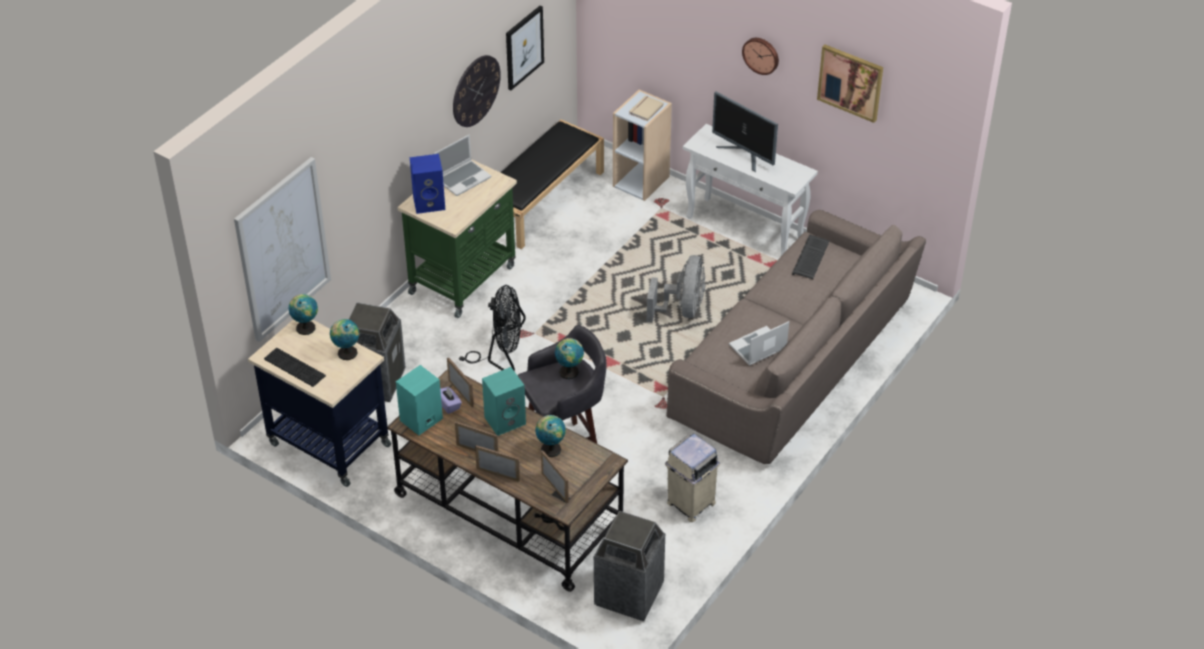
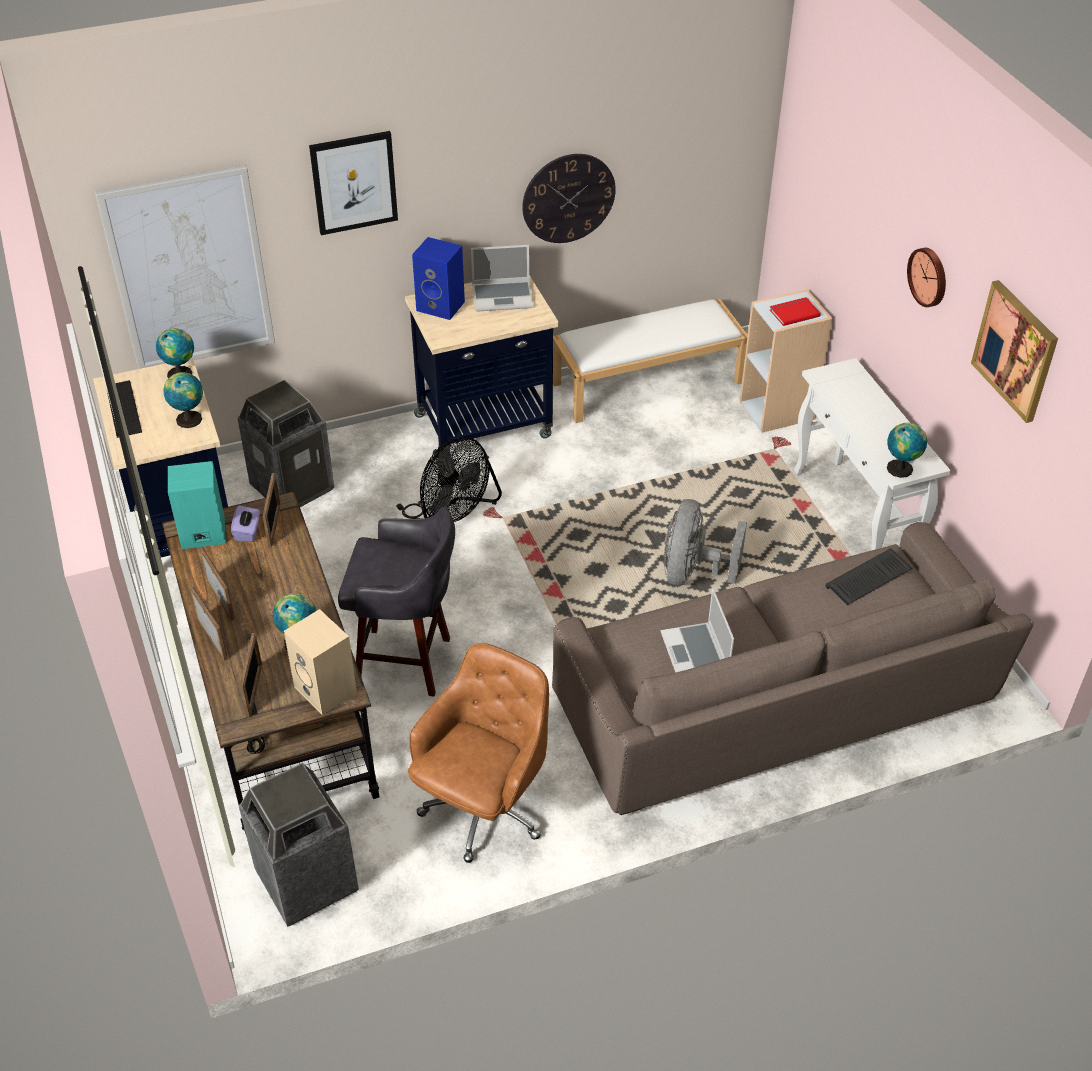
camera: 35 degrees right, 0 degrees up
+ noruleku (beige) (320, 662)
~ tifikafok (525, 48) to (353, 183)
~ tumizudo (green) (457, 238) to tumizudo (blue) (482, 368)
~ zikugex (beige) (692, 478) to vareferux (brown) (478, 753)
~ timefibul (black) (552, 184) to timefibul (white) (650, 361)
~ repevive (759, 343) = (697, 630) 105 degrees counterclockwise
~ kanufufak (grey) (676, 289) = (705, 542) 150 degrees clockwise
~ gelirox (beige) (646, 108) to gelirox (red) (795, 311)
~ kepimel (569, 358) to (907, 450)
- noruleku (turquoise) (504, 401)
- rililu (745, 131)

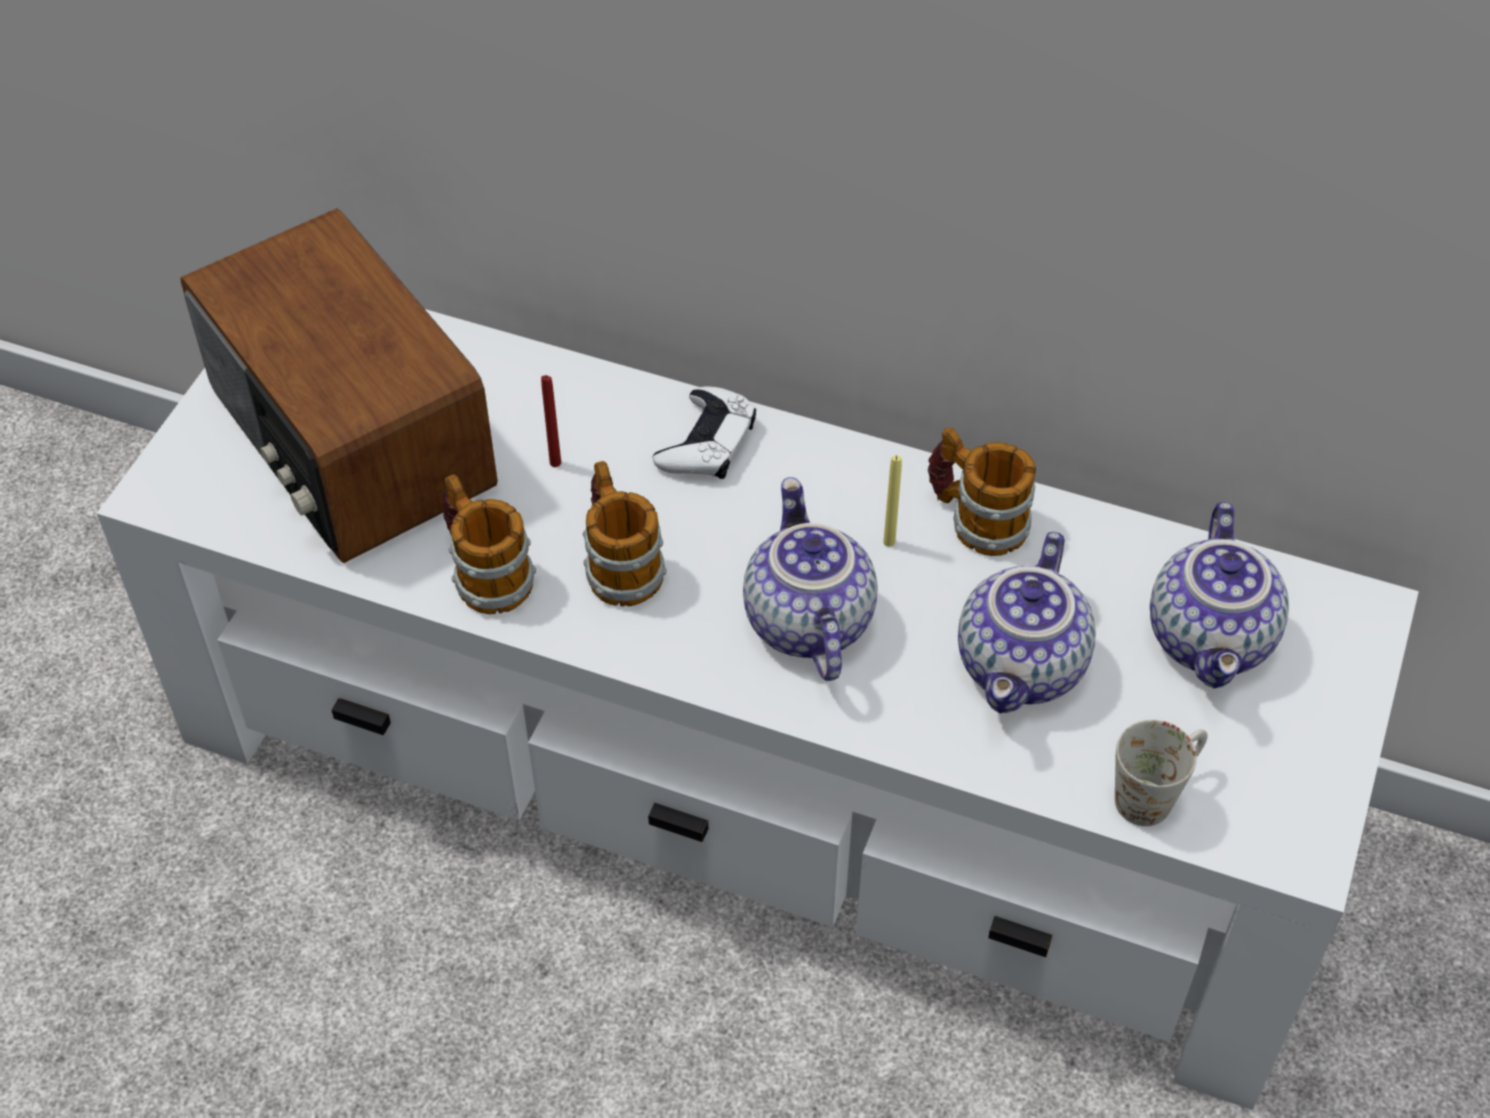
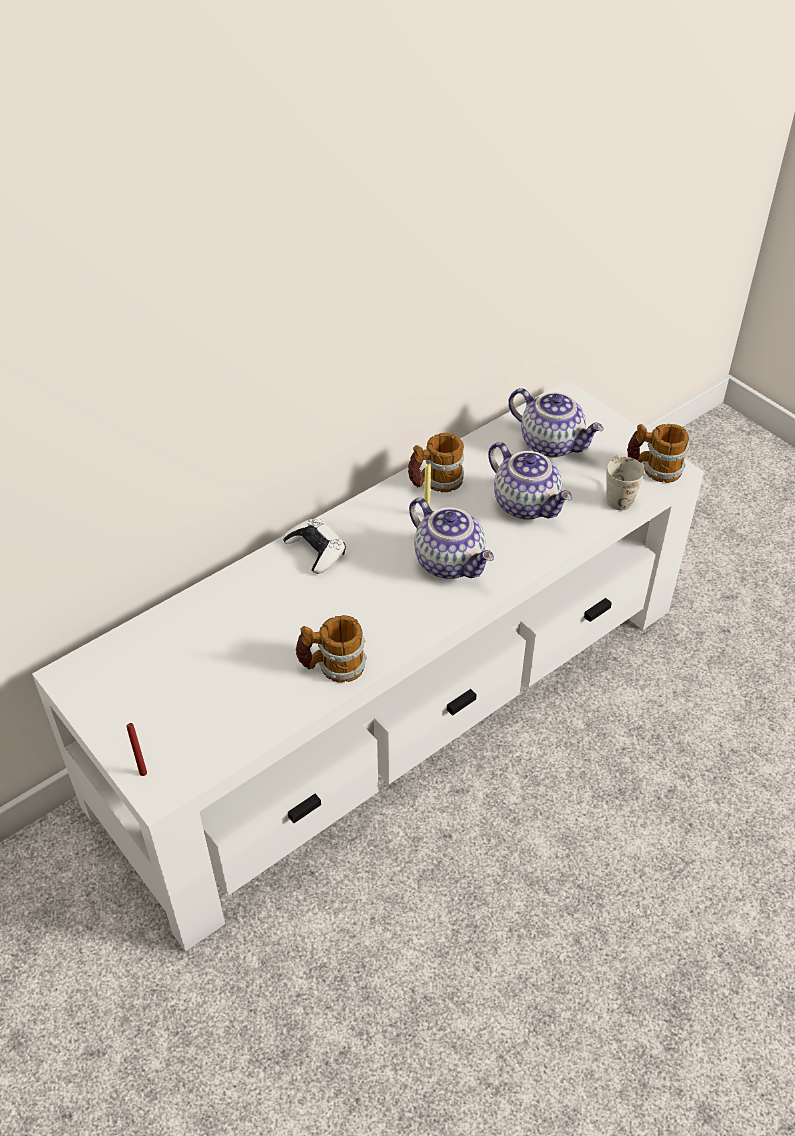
camera: 60 degrees left, 5 degrees down
~ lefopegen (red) (551, 421) to (137, 749)
~ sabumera (810, 579) = (451, 538) 150 degrees counterclockwise
~ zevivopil (625, 533) to (658, 453)
- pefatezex (339, 385)

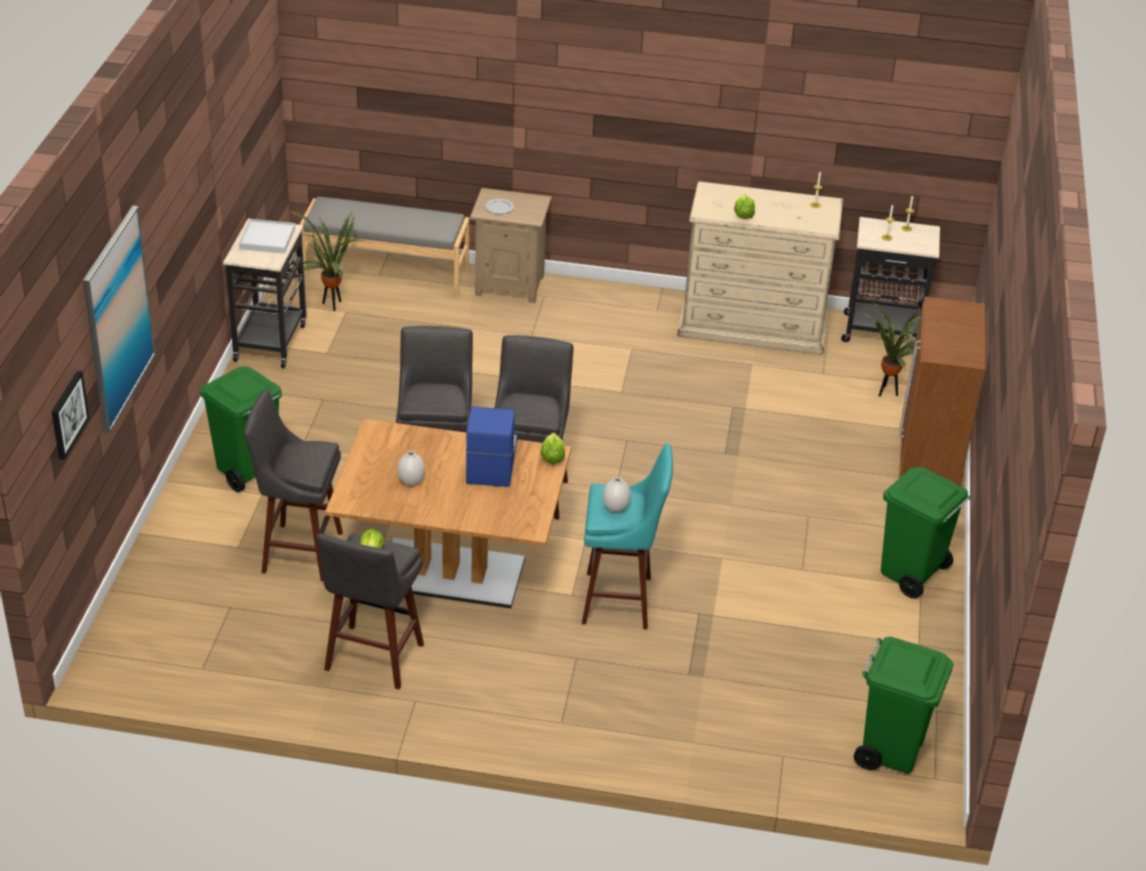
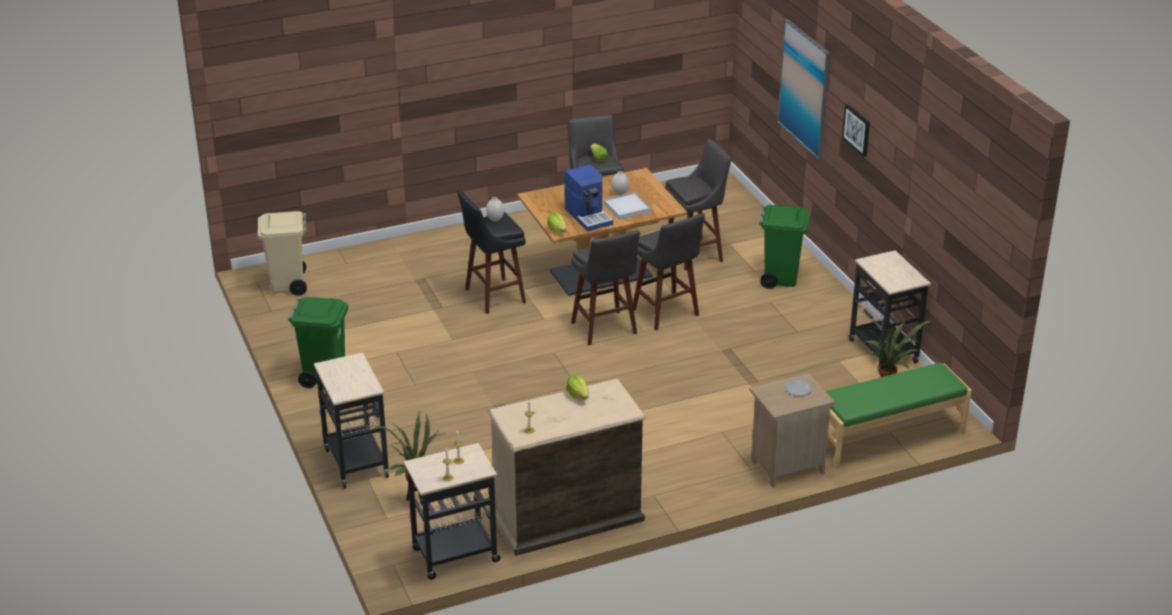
camera: 150 degrees right, 5 degrees down
~ zikugex (green) (904, 705) to zikugex (beige) (282, 253)
~ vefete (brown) (942, 391) to tumizudo (351, 420)
~ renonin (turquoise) (627, 536) to renonin (black) (491, 251)
~ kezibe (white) (267, 236) to (627, 206)
~ timefibul (grey) (384, 246) to timefibul (green) (899, 415)
~ tifikafok (70, 415) to (856, 130)

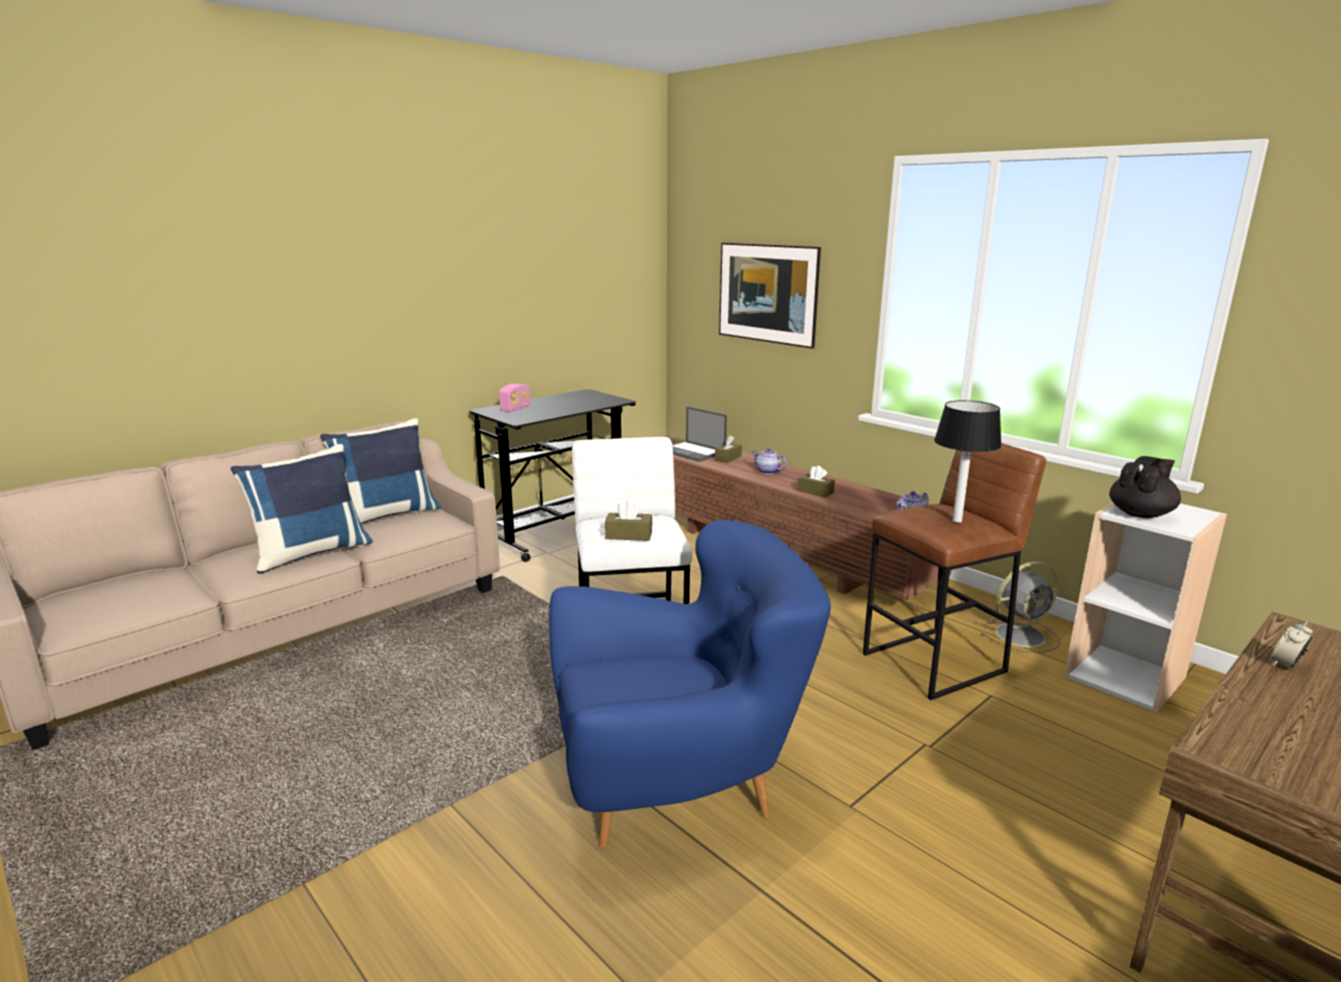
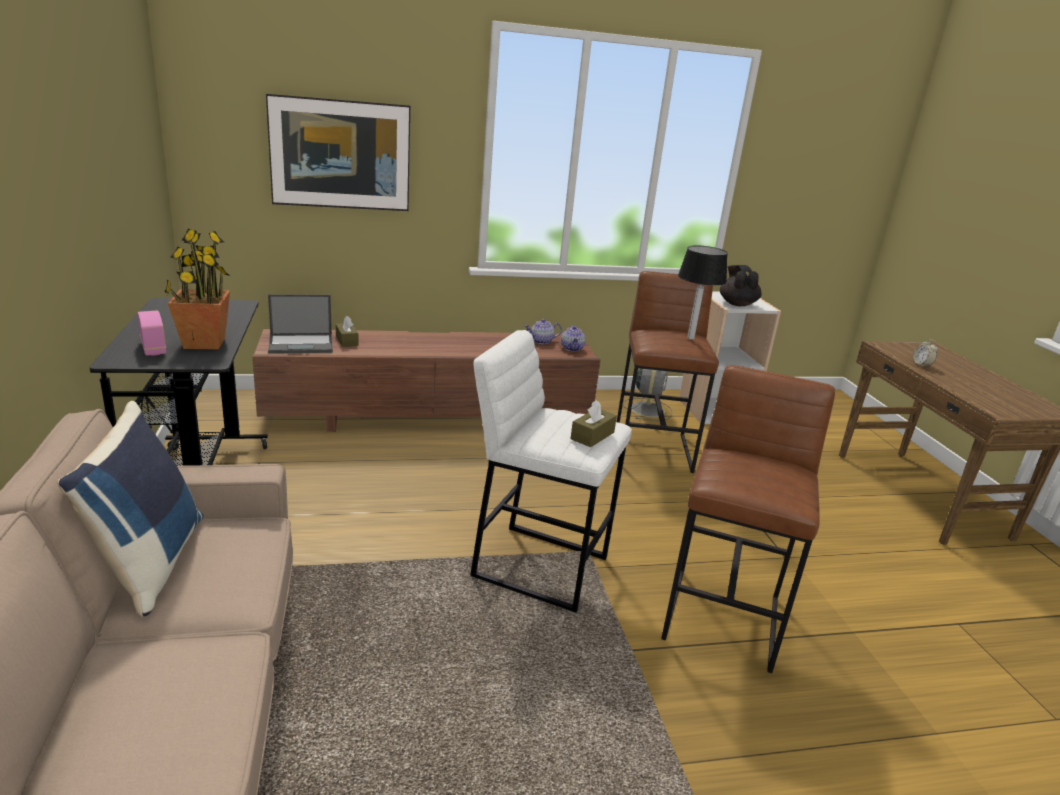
camera: 60 degrees left, 5 degrees up
+ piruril (197, 289)
~ sabumera (769, 461) to (543, 331)
~ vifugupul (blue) (690, 684) to renonin (brown) (748, 519)
- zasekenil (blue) (301, 509)
- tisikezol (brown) (816, 481)

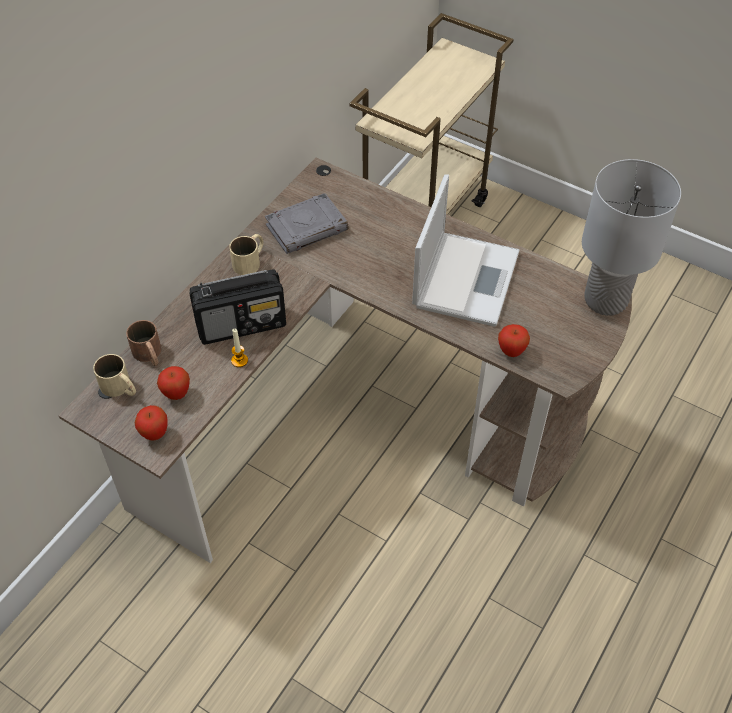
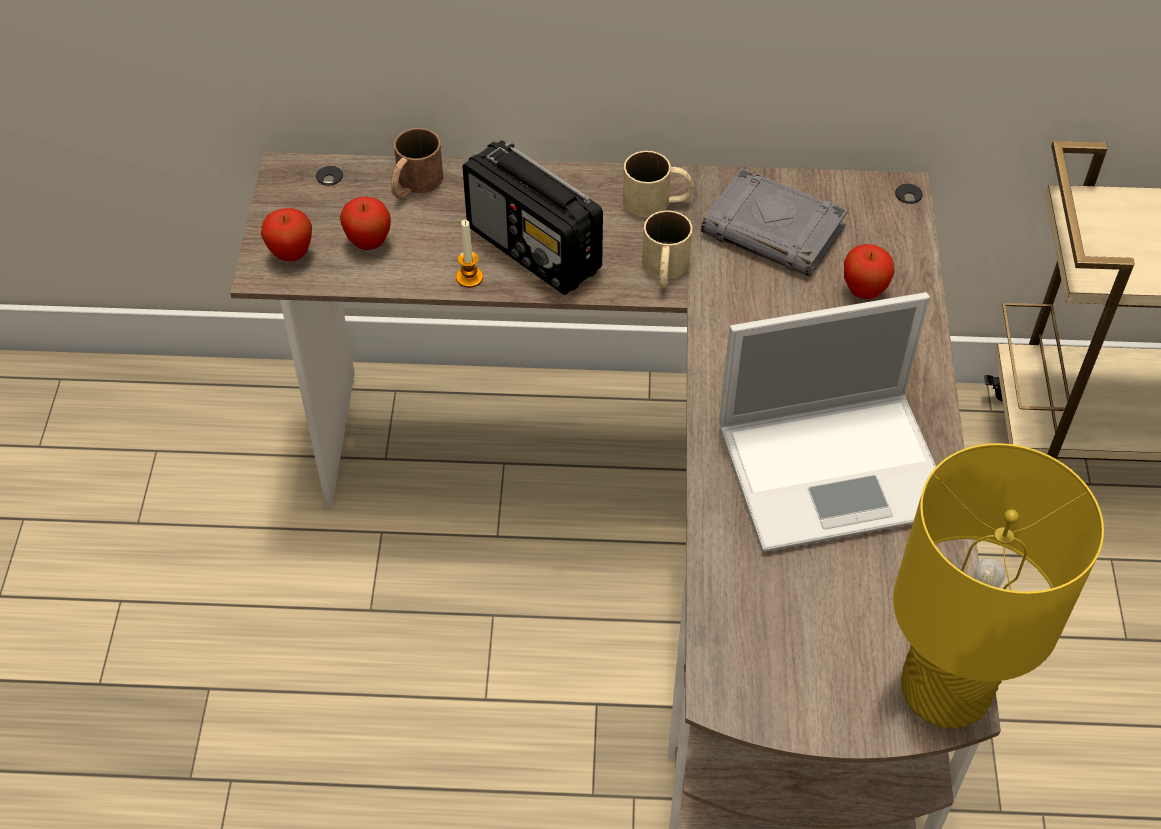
camera: 60 degrees right, 0 degrees up
~ zevivopil (beige) (114, 375) to (667, 249)
~ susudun (514, 340) to (869, 271)
~ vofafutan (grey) (631, 237) to vofafutan (yellow) (998, 586)

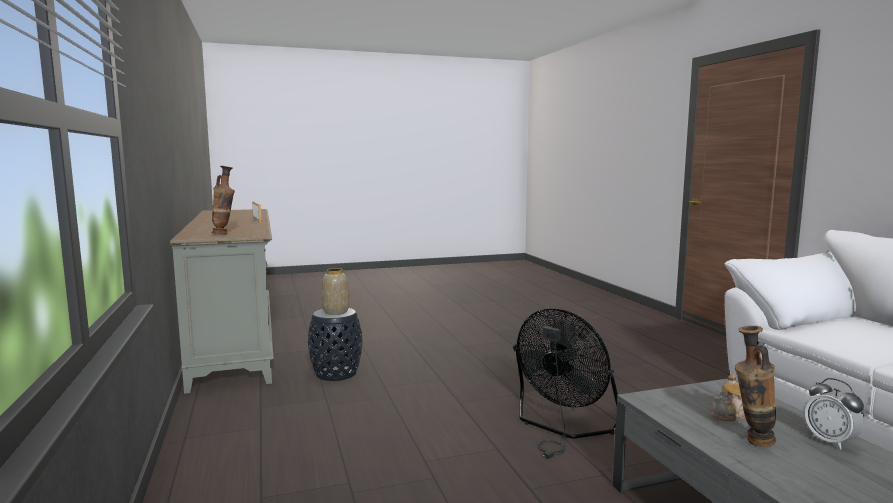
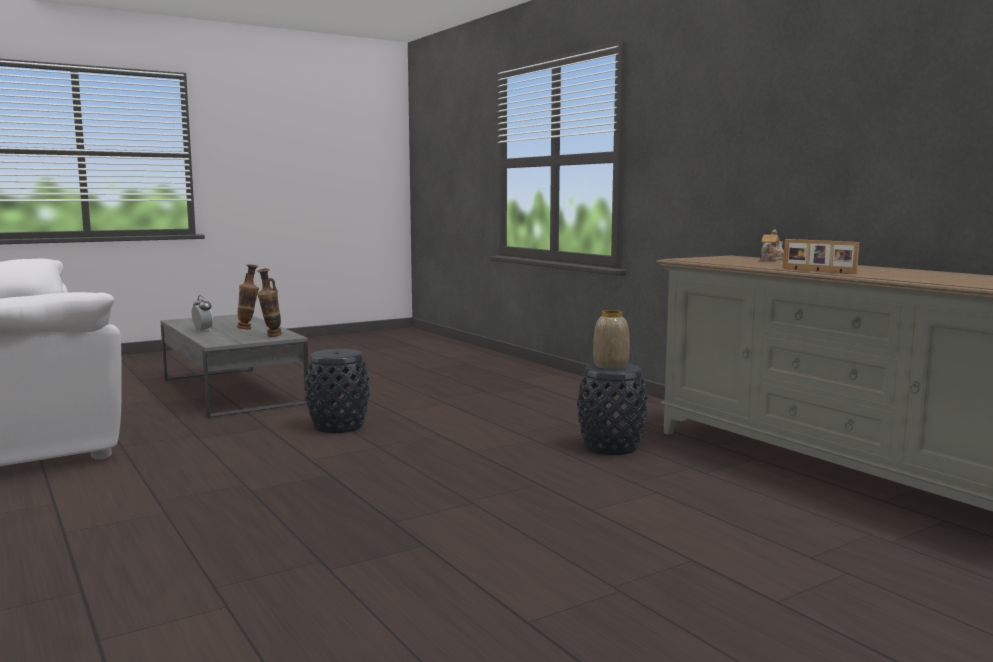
camera: 165 degrees right, 0 degrees up
~ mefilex (223, 200) to (269, 302)
~ kanufufak (black) (565, 384) to renonin (black) (337, 391)
~ sabumera (728, 397) to (772, 245)

